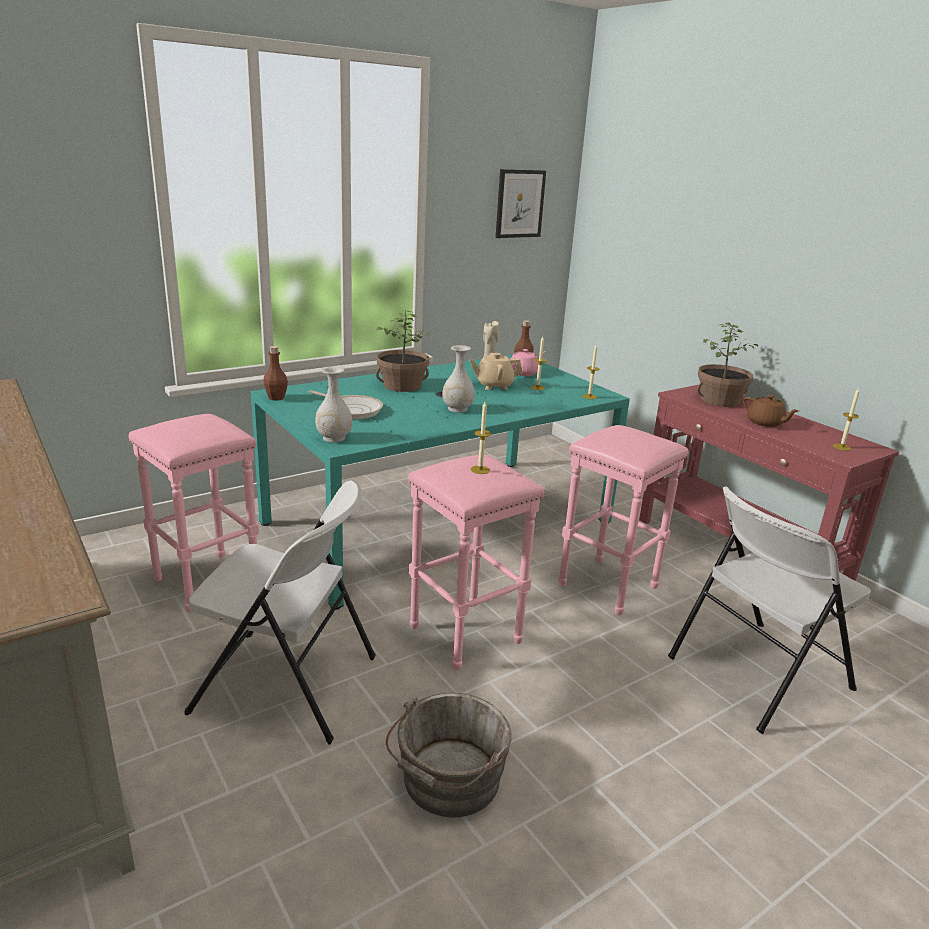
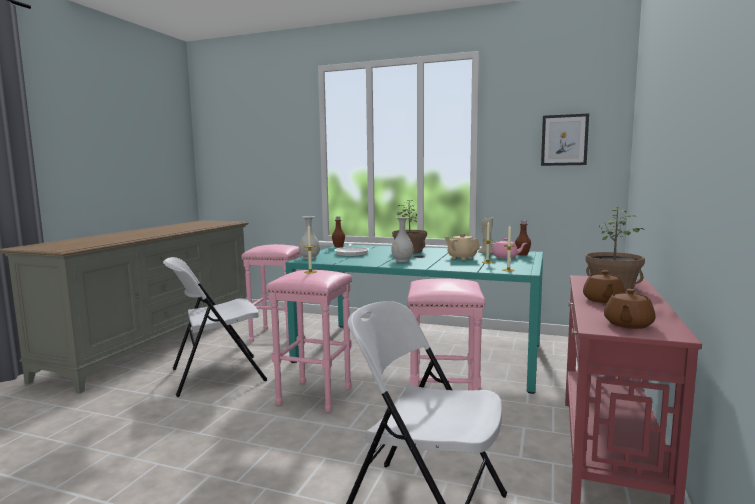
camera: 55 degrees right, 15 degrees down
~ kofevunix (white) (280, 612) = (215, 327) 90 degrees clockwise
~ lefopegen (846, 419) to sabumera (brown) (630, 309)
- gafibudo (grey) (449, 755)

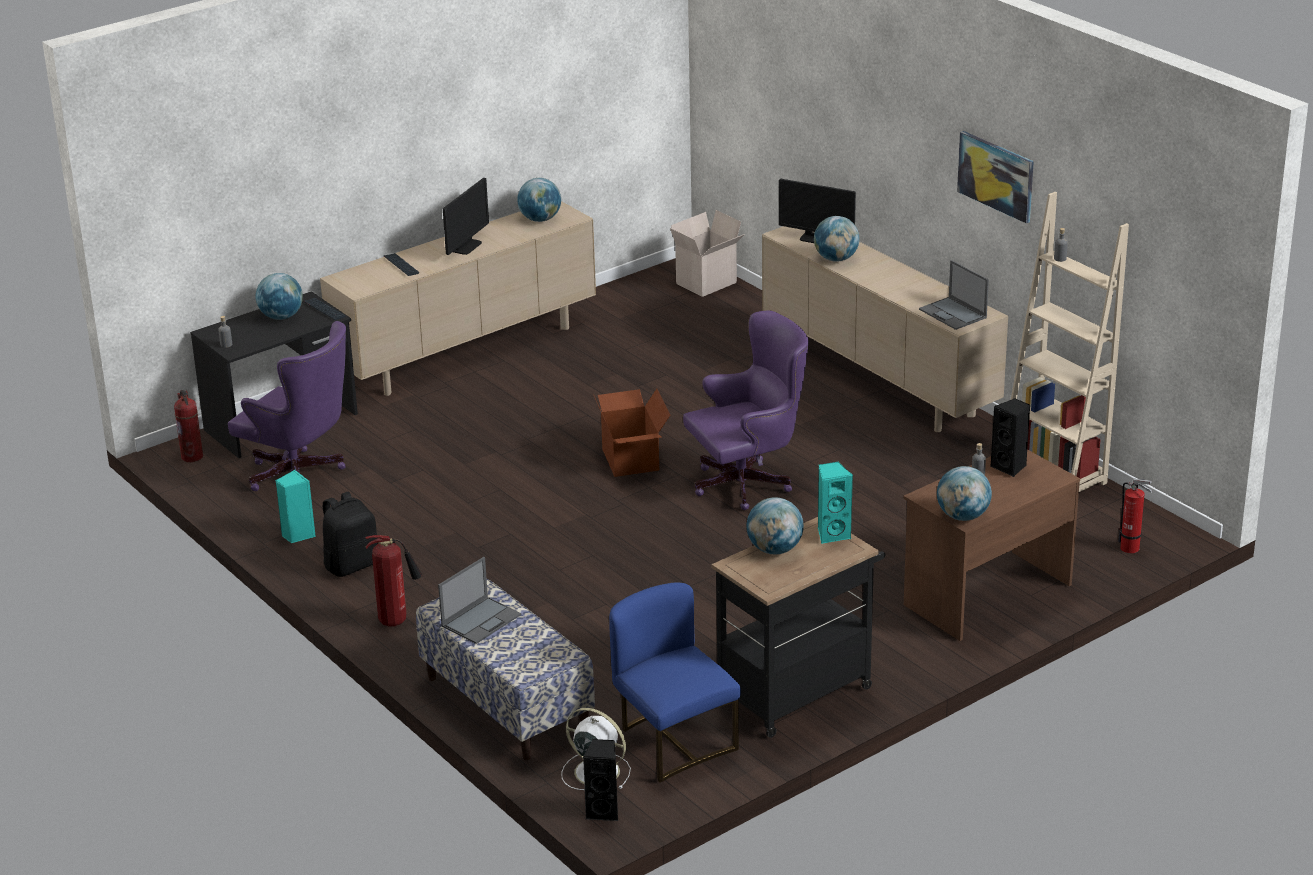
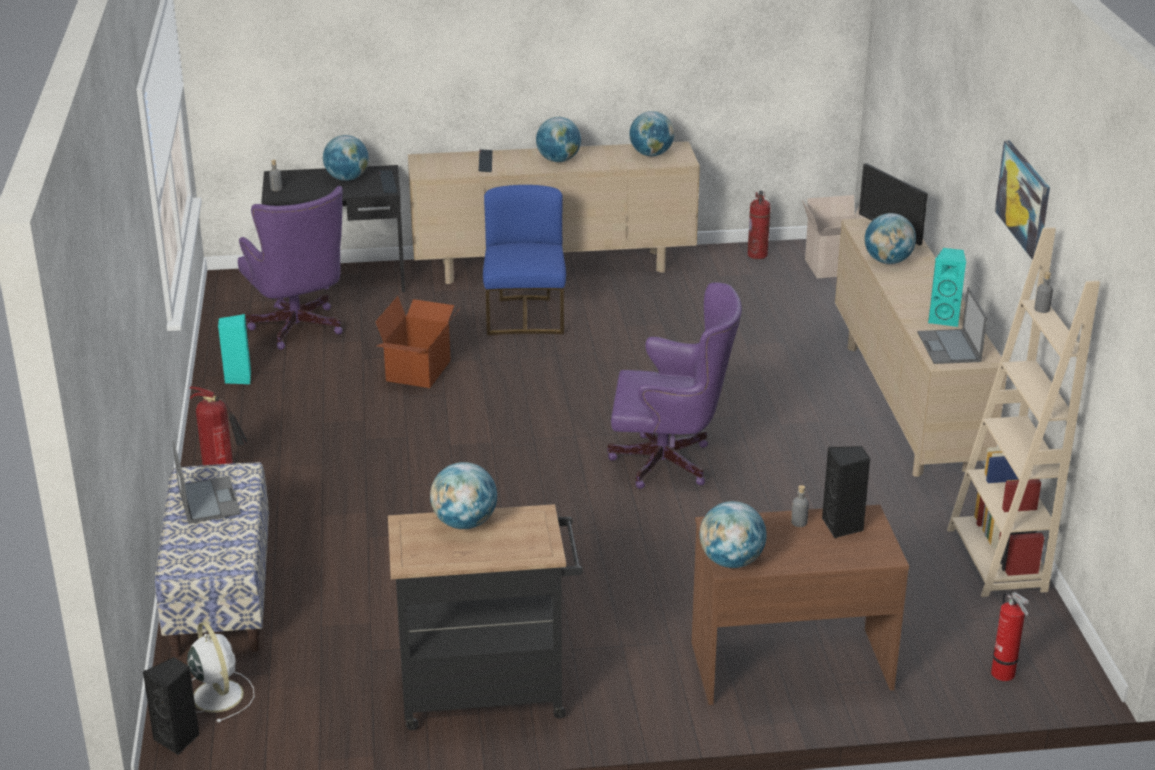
camera: 30 degrees right, 0 degrees up
~ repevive (479, 600) = (206, 482) 90 degrees counterclockwise
~ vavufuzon (631, 433) to (417, 342)
~ kofevunix (blue) (675, 682) to (524, 260)
~ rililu (466, 216) to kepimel (558, 139)
~ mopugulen (188, 426) to (759, 225)
~ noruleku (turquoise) (835, 502) to (947, 287)
- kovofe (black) (350, 534)

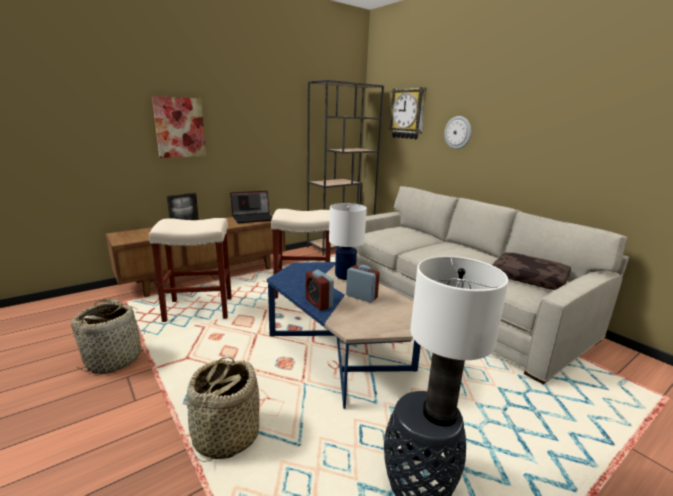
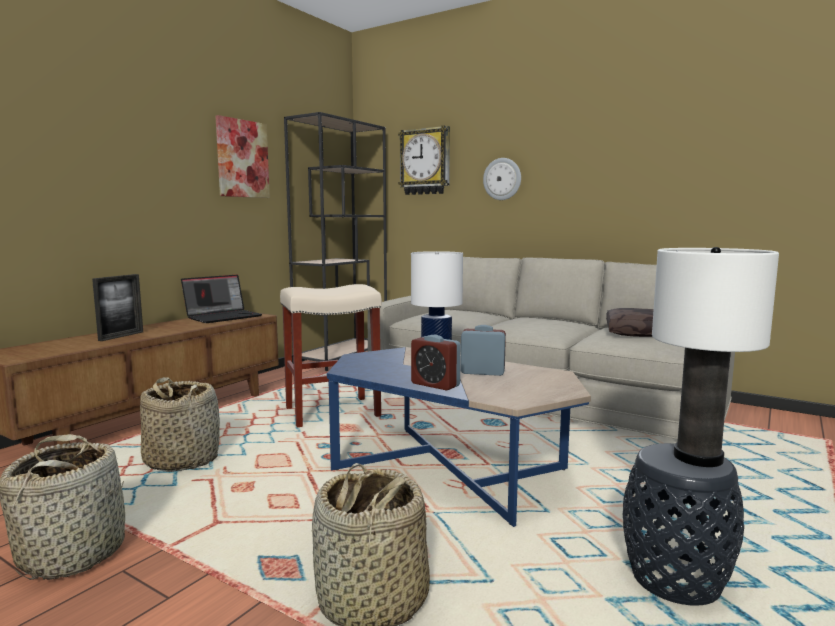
camera: 20 degrees left, 10 degrees down
~ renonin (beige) (190, 270) to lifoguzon (180, 424)
~ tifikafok (179, 127) to (242, 156)

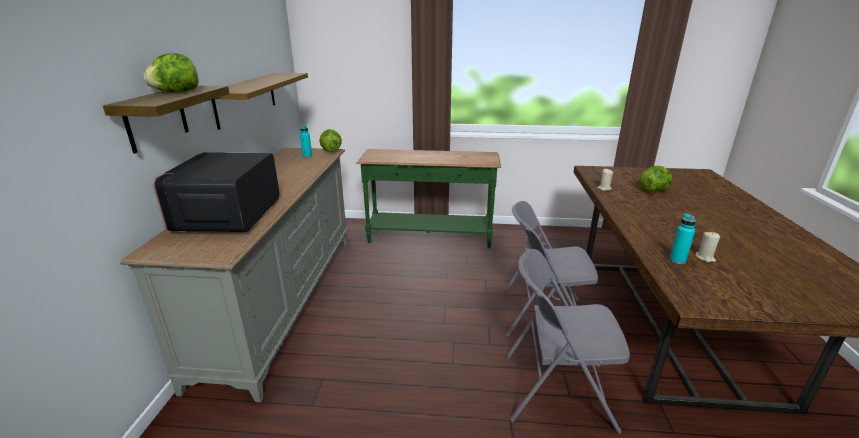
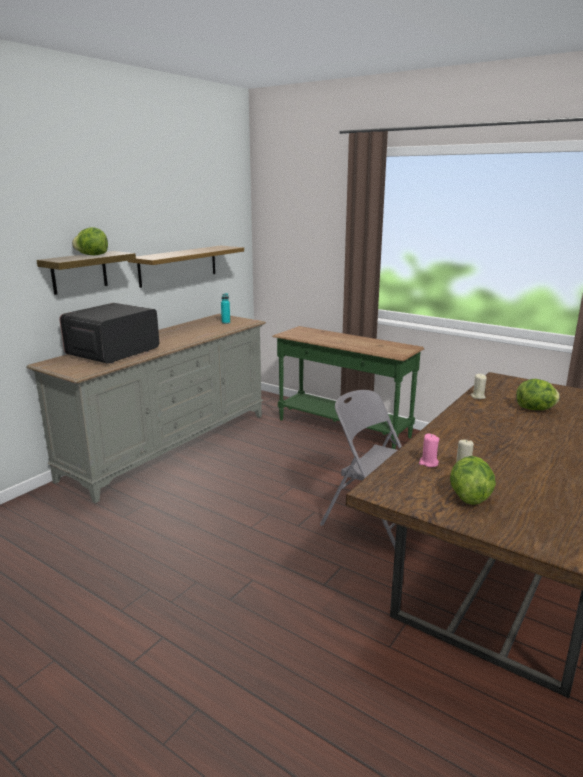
camera: 30 degrees right, 5 degrees down
~ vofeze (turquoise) (683, 238) to lefopegen (pink) (429, 450)
~ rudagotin (330, 140) to (473, 480)
- kofevunix (grey) (568, 341)

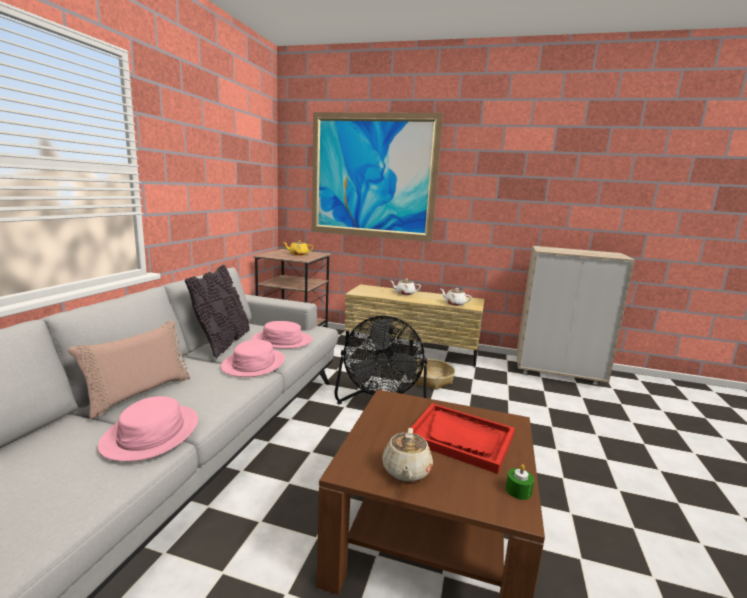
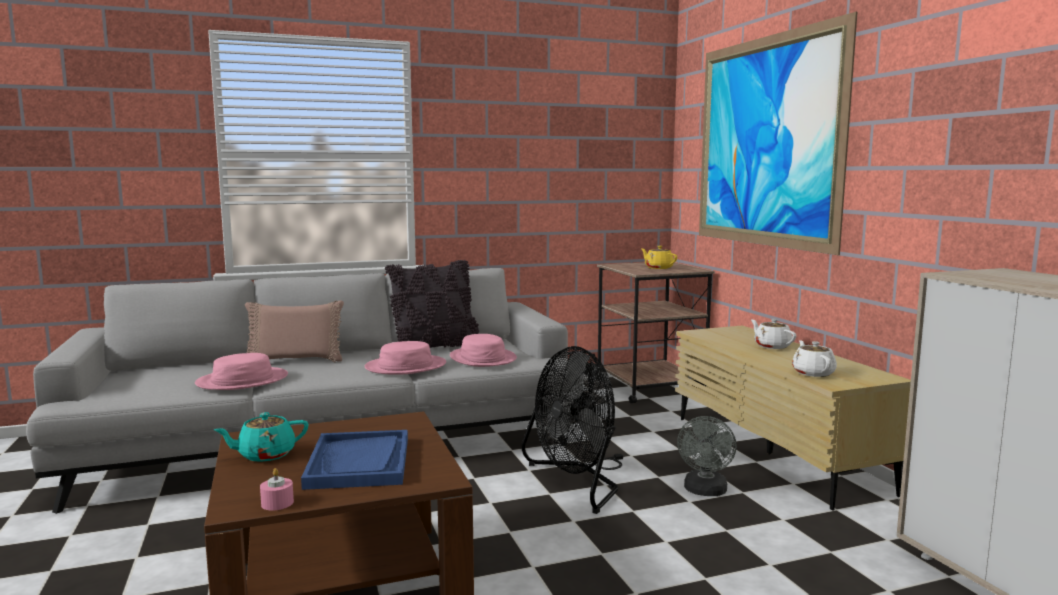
camera: 55 degrees right, 5 degrees down
~ sabumera (beige) (407, 455) to sabumera (turquoise) (261, 437)
~ lefopegen (green) (520, 482) to lefopegen (pink) (277, 489)
~ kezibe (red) (460, 438) to kezibe (blue) (354, 460)
~ lifoguzon (433, 374) to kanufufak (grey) (707, 456)

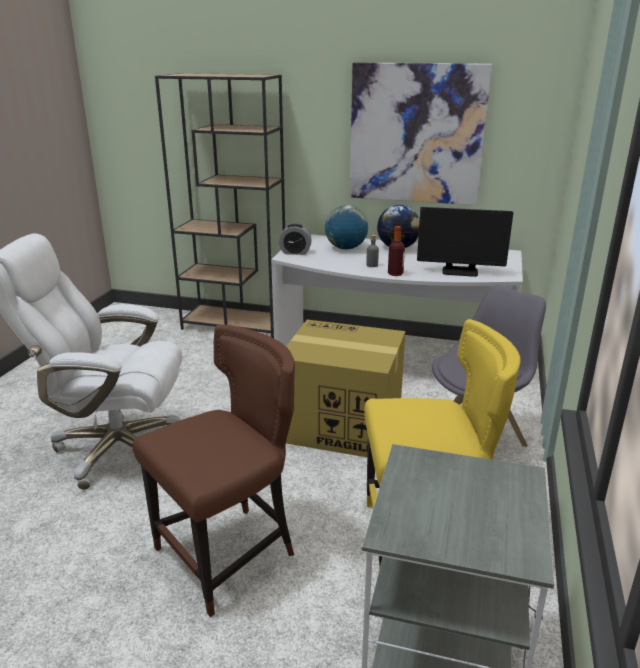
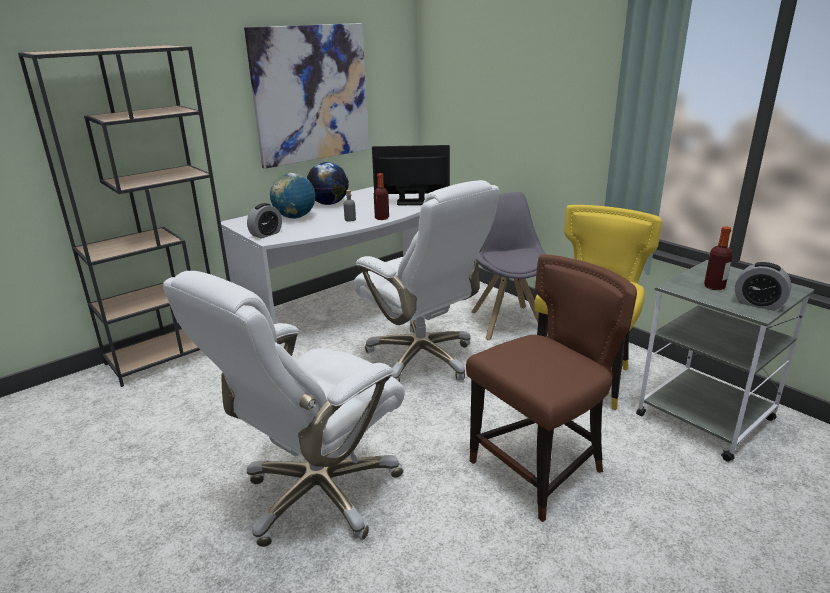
camera: 55 degrees left, 0 degrees up
~ vavufuzon (345, 388) to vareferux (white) (426, 281)
~ rililu (465, 242) = (411, 175) 135 degrees counterclockwise
~ kofevunix (brown) (214, 470) = (551, 388) 60 degrees clockwise
+ vofeze (718, 258)
+ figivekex (763, 286)

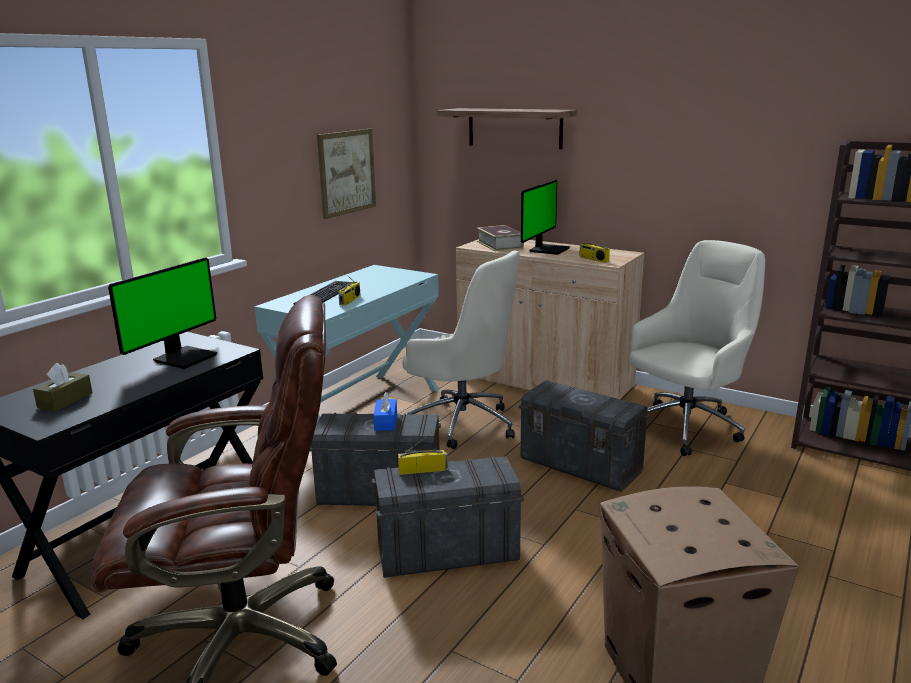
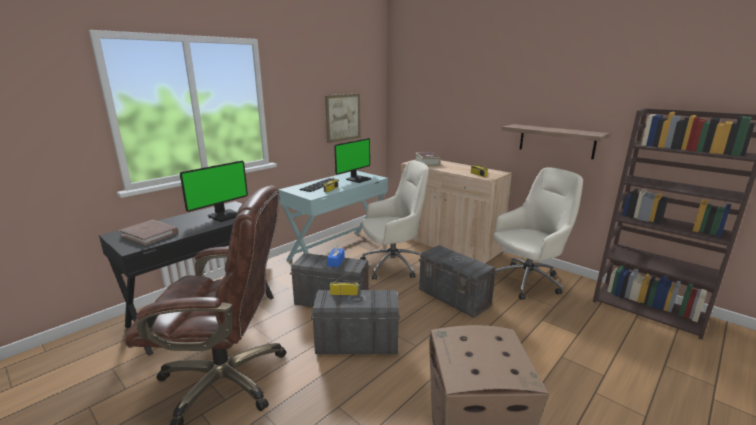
camera: 10 degrees right, 0 degrees up
~ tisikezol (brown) (63, 387) to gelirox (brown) (148, 232)
~ rililu (545, 217) to (353, 160)
~ vareferux (beige) (461, 350) = (394, 220) 60 degrees counterclockwise
~ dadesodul (507, 128) to (556, 141)

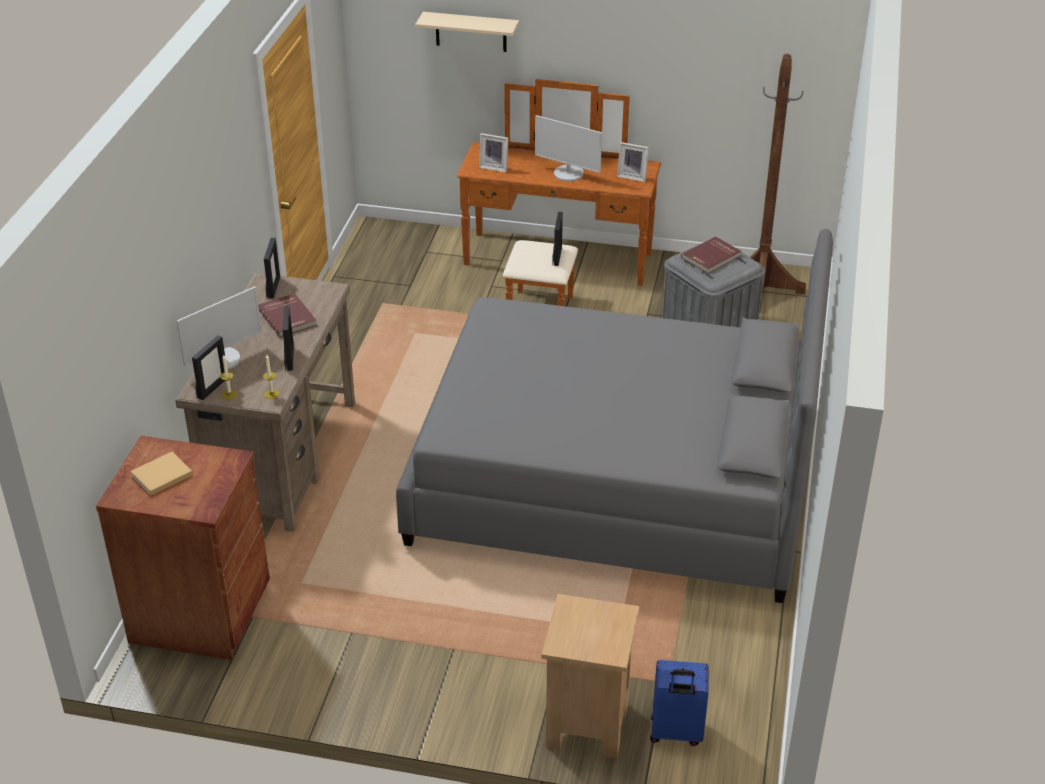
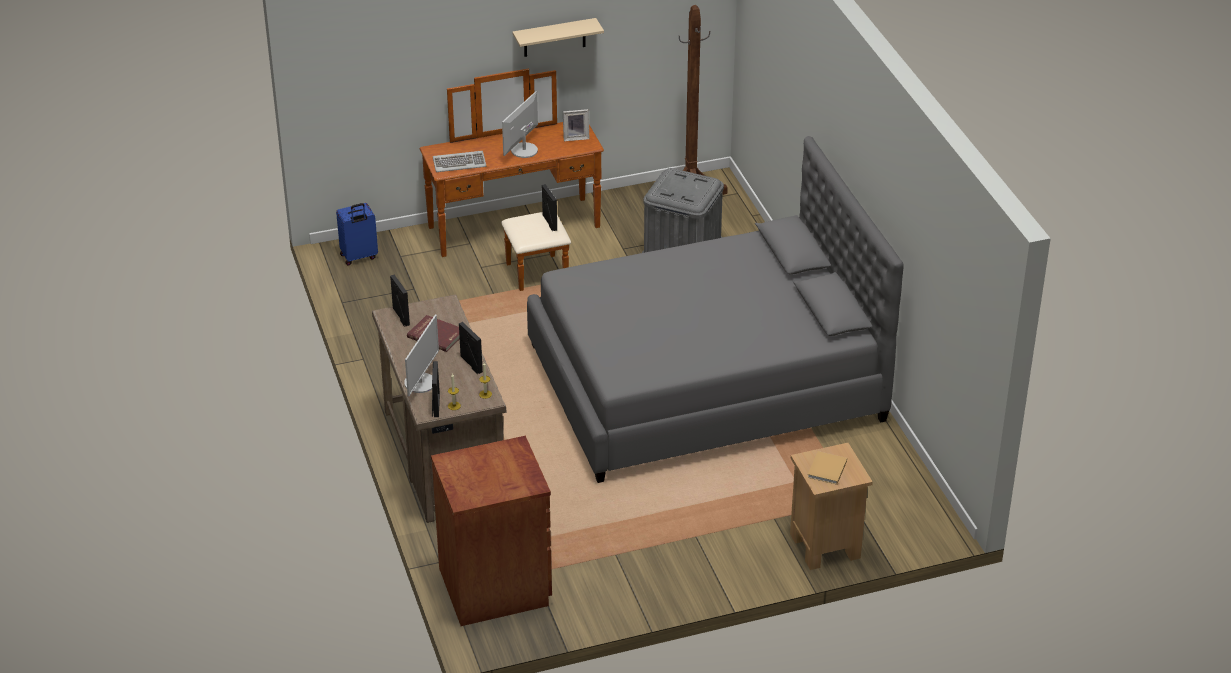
camera: 30 degrees left, 0 degrees up
~ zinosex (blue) (679, 703) to (357, 234)
~ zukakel (494, 152) to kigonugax (459, 161)
~ rililu (568, 148) = (520, 124) 120 degrees clockwise
~ dadesodul (beige) (467, 32) to (558, 37)
~ gelirox (beige) (161, 474) to (827, 468)
- gelirox (red) (711, 254)

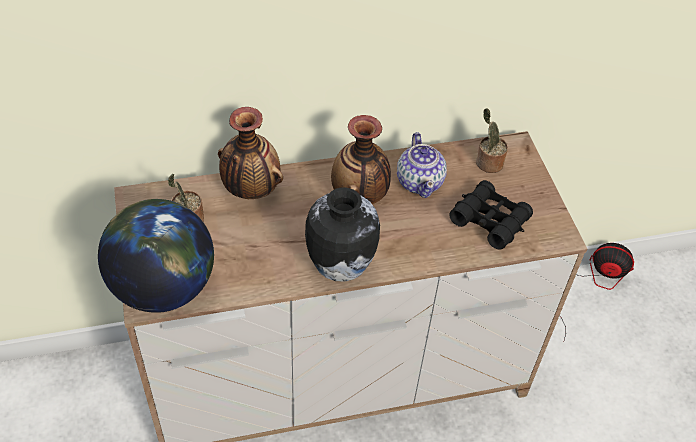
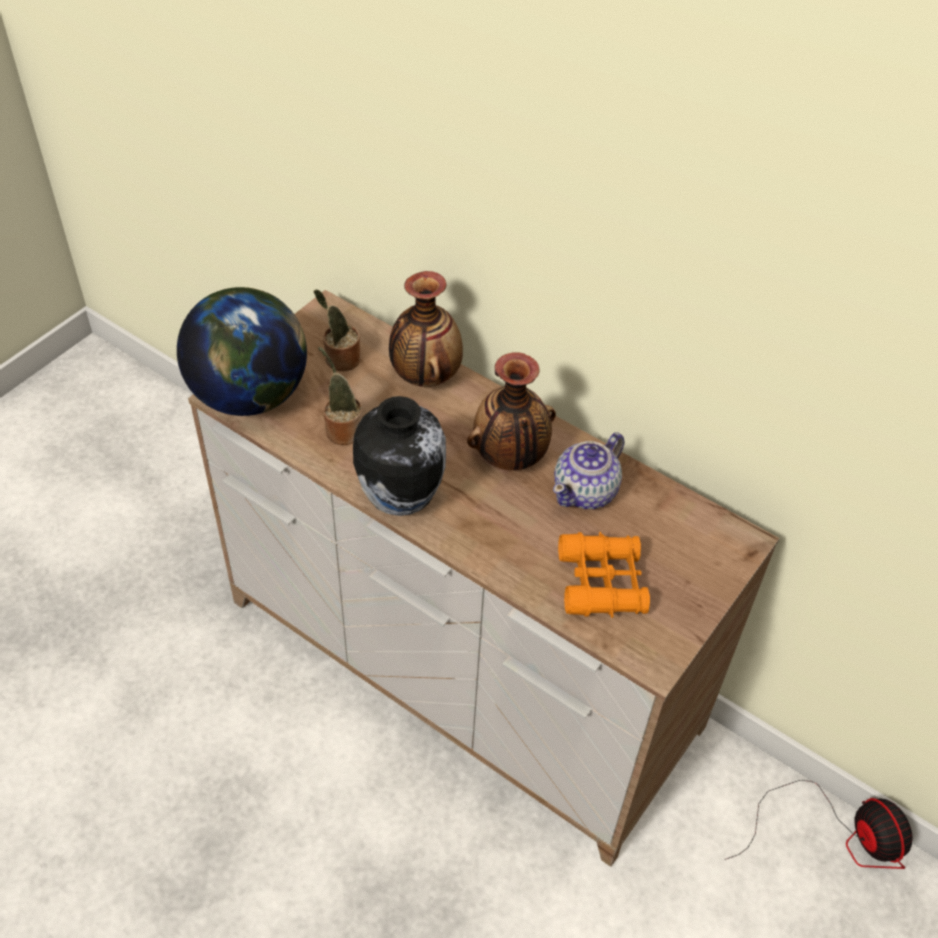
camera: 50 degrees right, 0 degrees up
~ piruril (492, 140) to (340, 396)
~ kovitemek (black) (491, 215) to kovitemek (orange) (604, 575)

